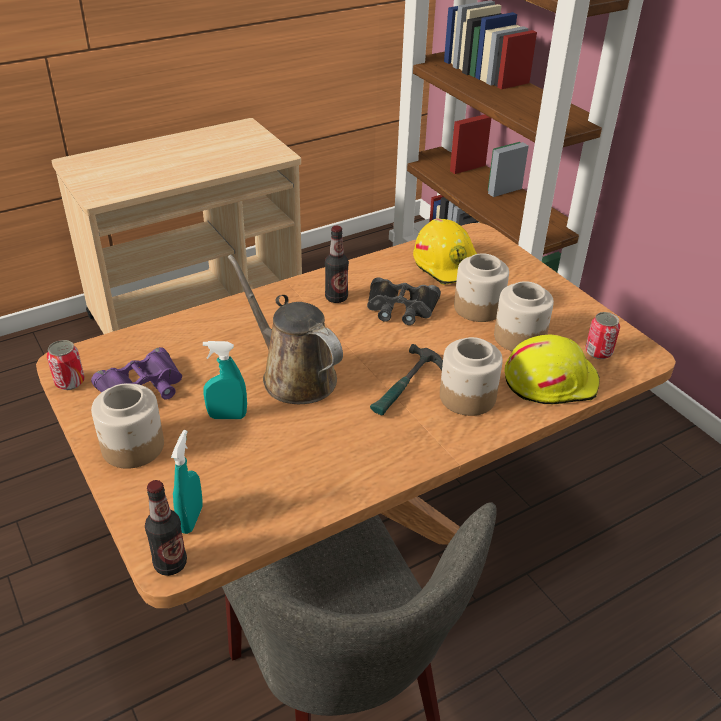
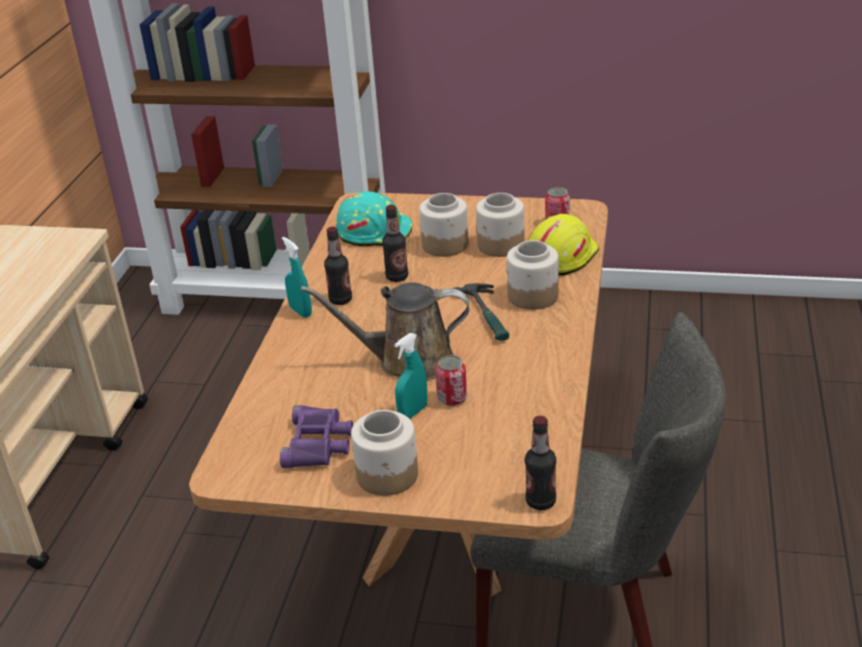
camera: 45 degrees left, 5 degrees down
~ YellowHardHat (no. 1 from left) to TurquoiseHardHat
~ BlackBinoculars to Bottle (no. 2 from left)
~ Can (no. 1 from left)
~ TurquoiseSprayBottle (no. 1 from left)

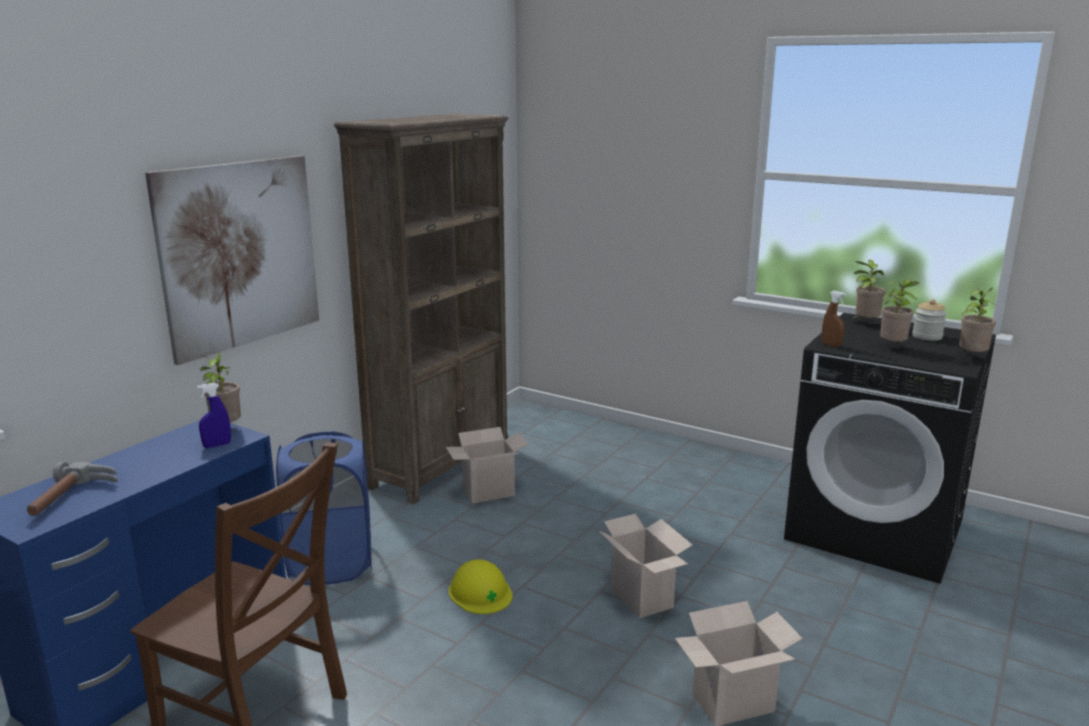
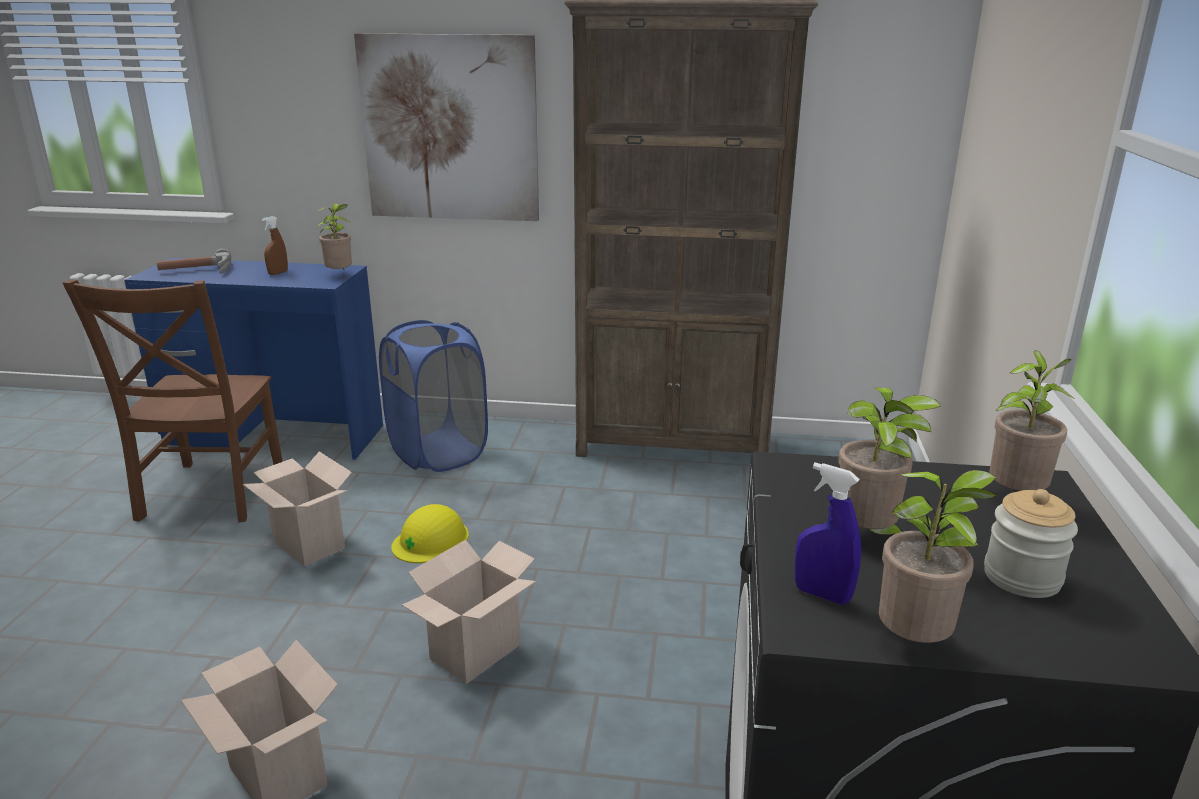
camera: 65 degrees right, 5 degrees up
~ BrownSprayBottle
~ BlueSprayBottle
~ CardboardBox (no. 1 from left in the first image) to CardboardBox (no. 2 from left)

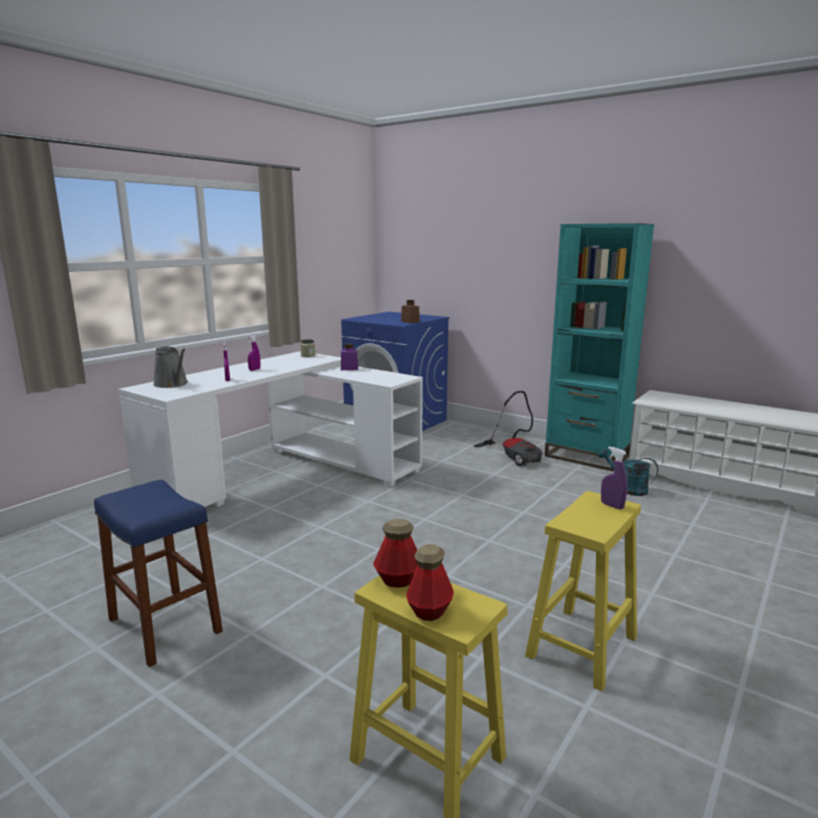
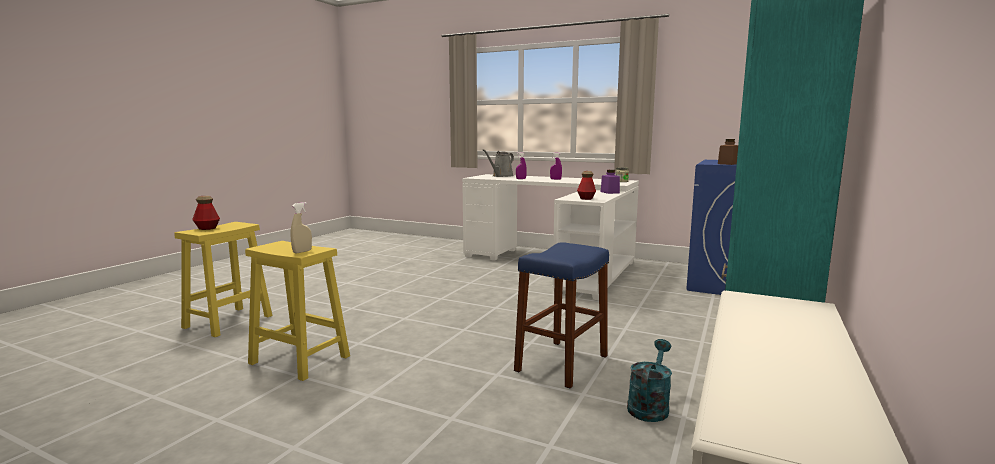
camera: 80 degrees right, 5 degrees down
- VacuumCleaner
~ PurpleSprayBottle (no. 3 from left) to BeigeSprayBottle
~ BlueStool
~ Bottle (no. 1 from left in the first image) to Bottle (no. 2 from left)

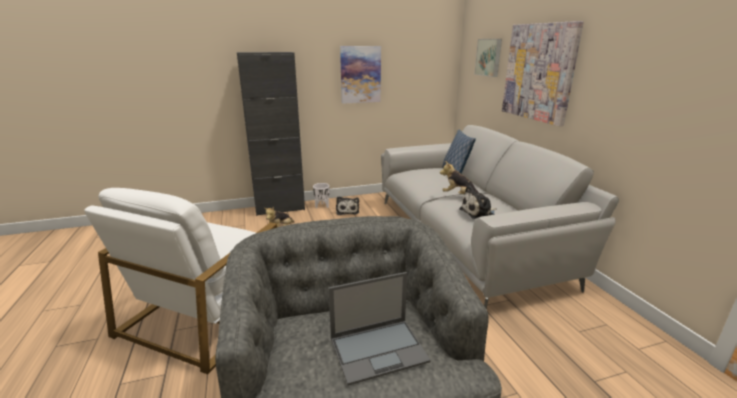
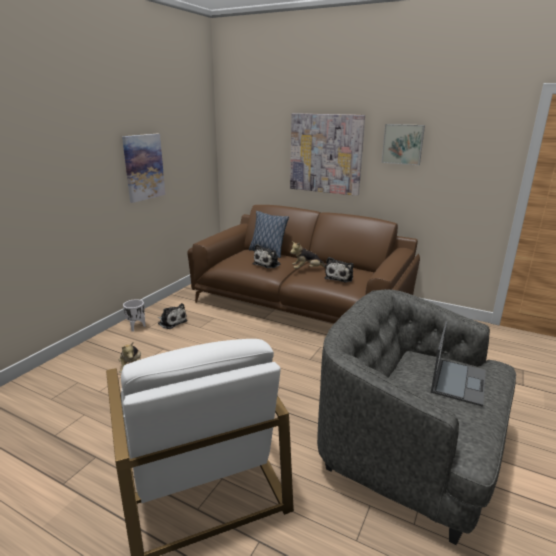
camera: 45 degrees left, 0 degrees up
~ Picture (no. 2 from left in the first image) to Picture (no. 3 from left)
- BlackCabinet
~ GreySofa to BrownSofa
+ PlushToy (no. 3 from left)

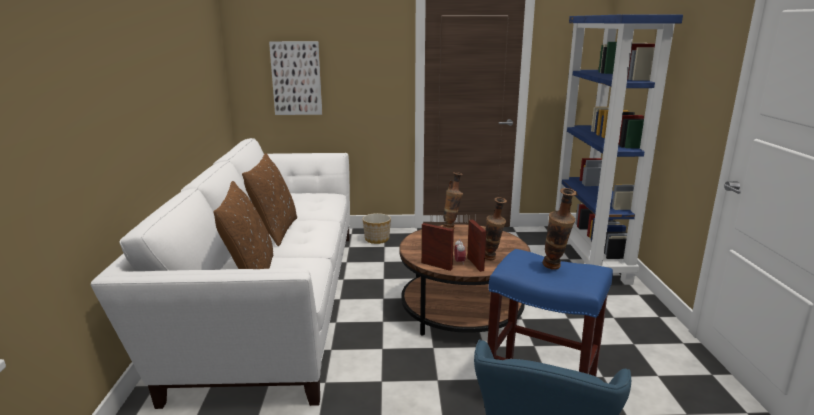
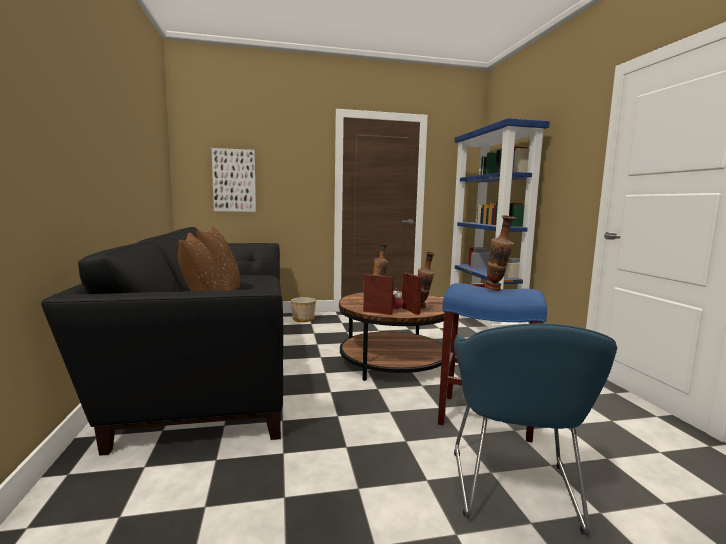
camera: 10 degrees left, 10 degrees down
~ WhiteSofa to BlackSofa

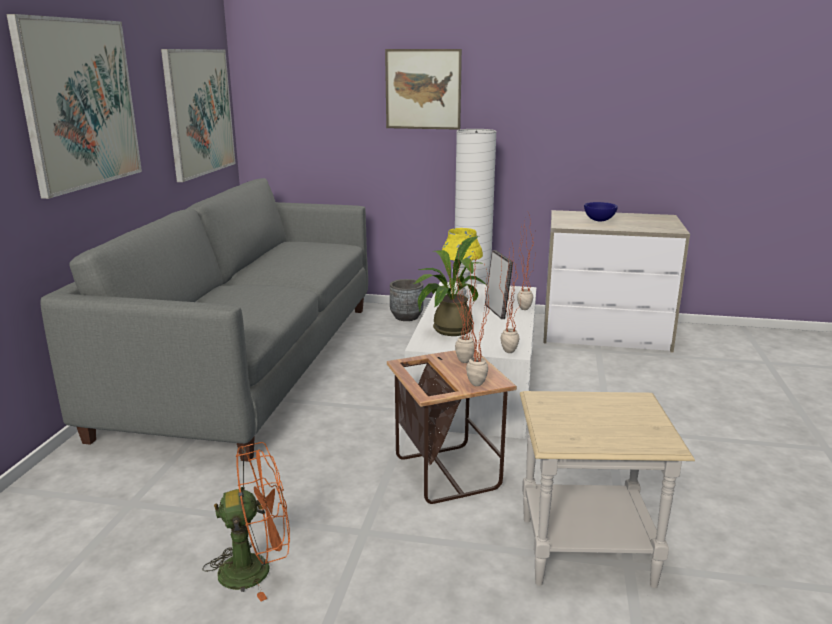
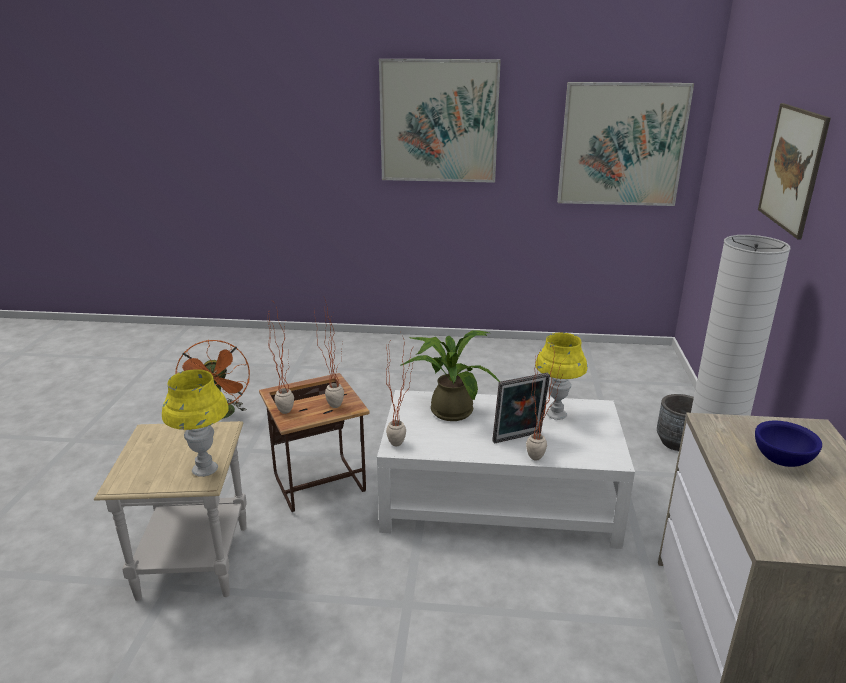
camera: 85 degrees right, 5 degrees up
- GreySofa
+ YellowTableLamp (no. 1 from left)

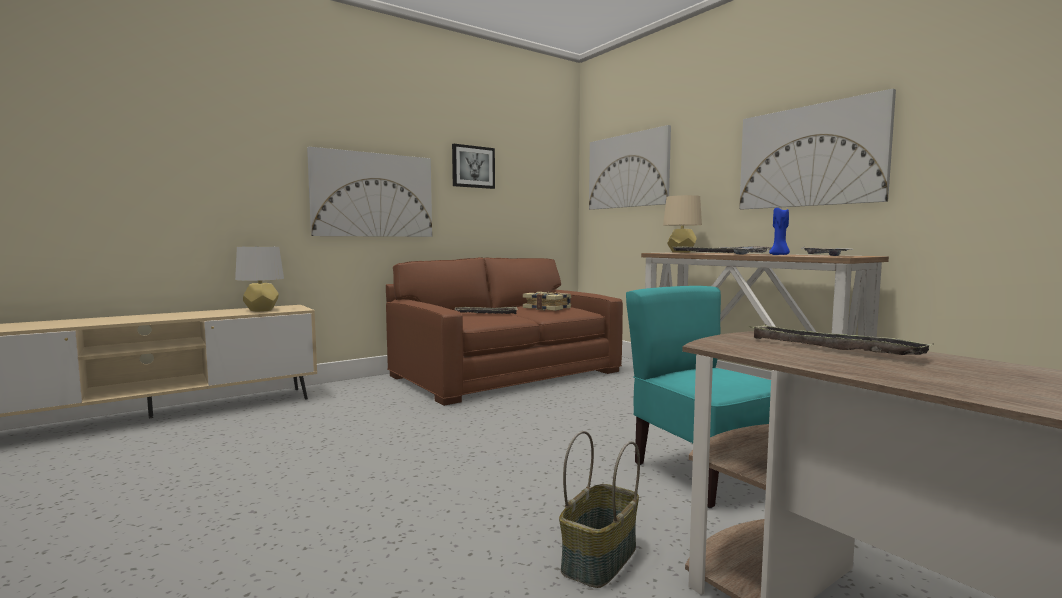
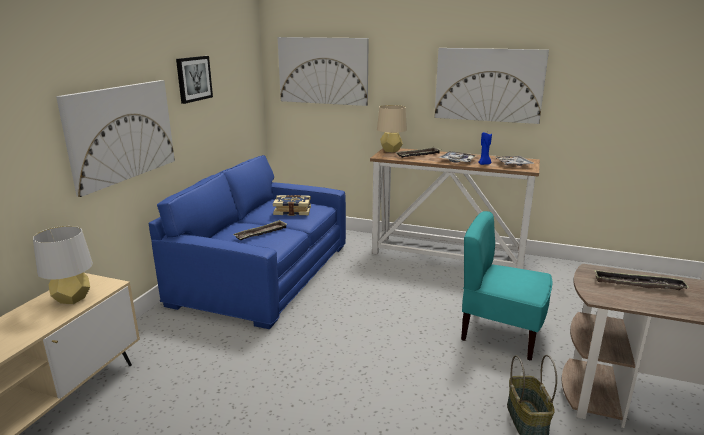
camera: 35 degrees left, 15 degrees up
~ BrownSofa to BlueSofa

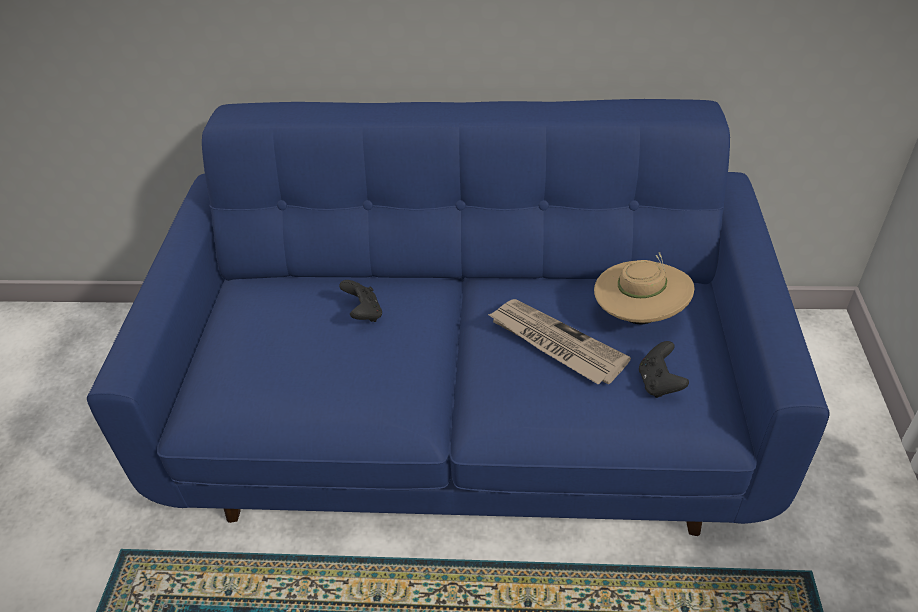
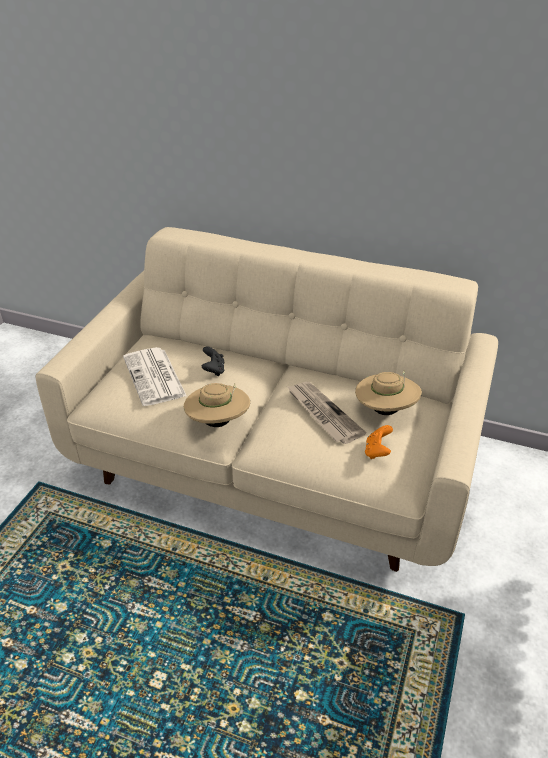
camera: 15 degrees right, 5 degrees down
~ BlueSofa to BeigeSofa
~ BlackGameController (no. 2 from left) to OrangeGameController
+ Newspaper (no. 1 from left)
+ BeigeHat (no. 1 from left)

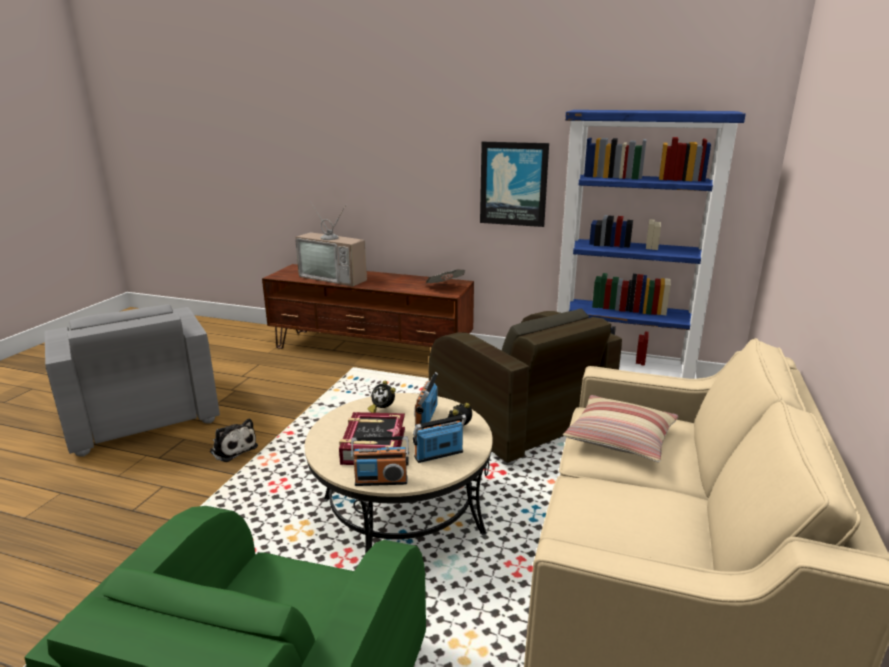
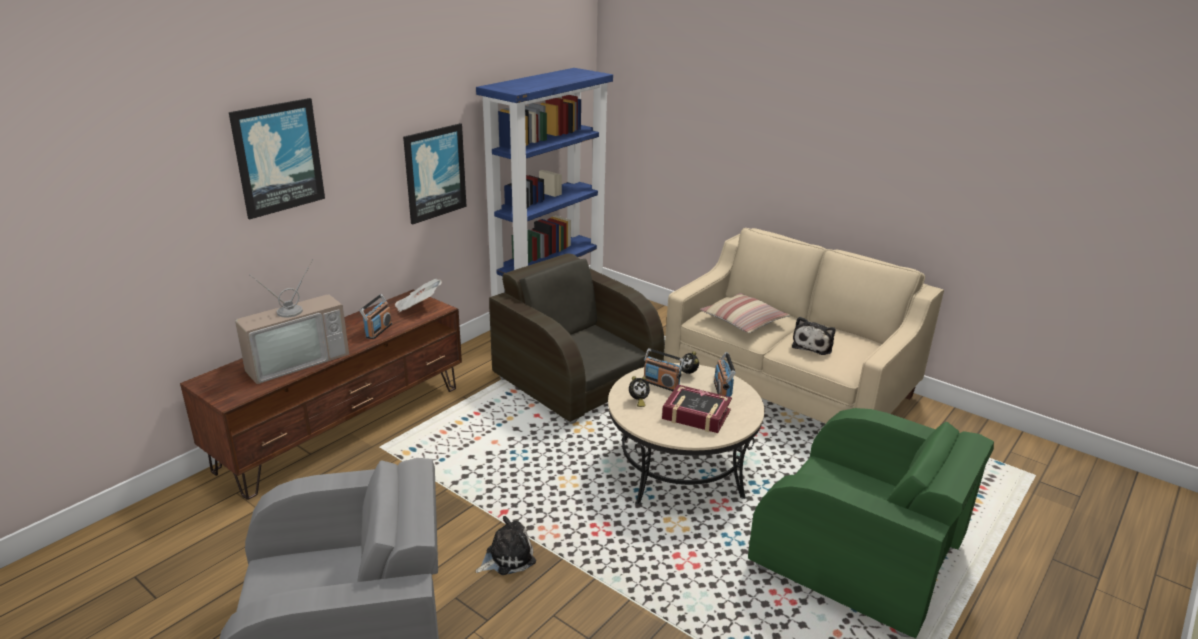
camera: 70 degrees left, 5 degrees up
~ BrownArmchair 120 degrees counterclockwise
~ Radio (no. 1 from left)
+ Picture (no. 1 from left)
+ PlushToy (no. 2 from left)

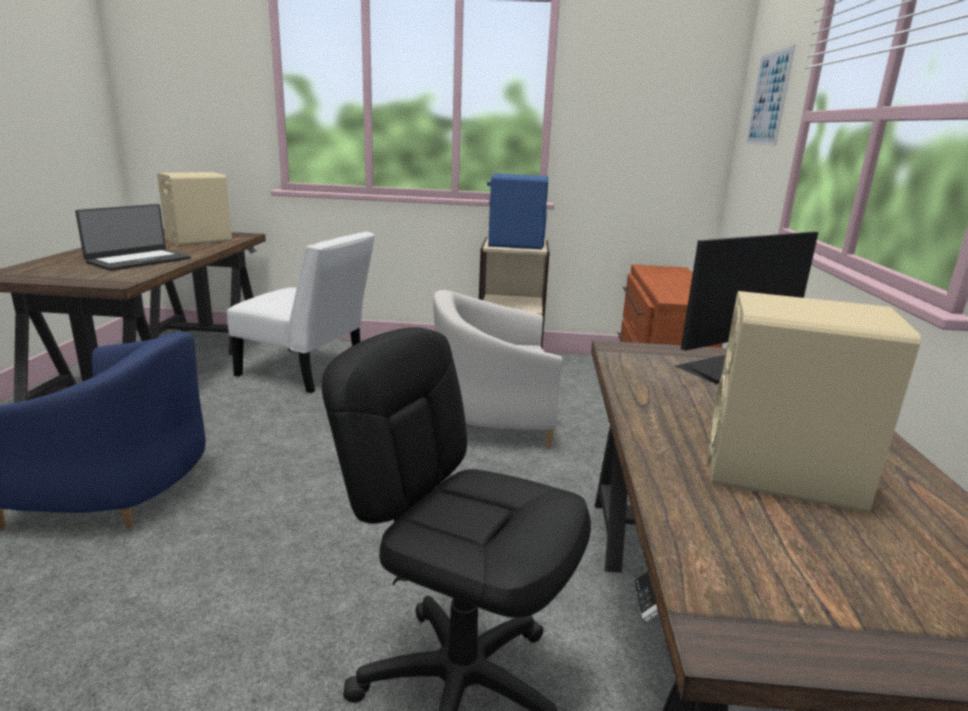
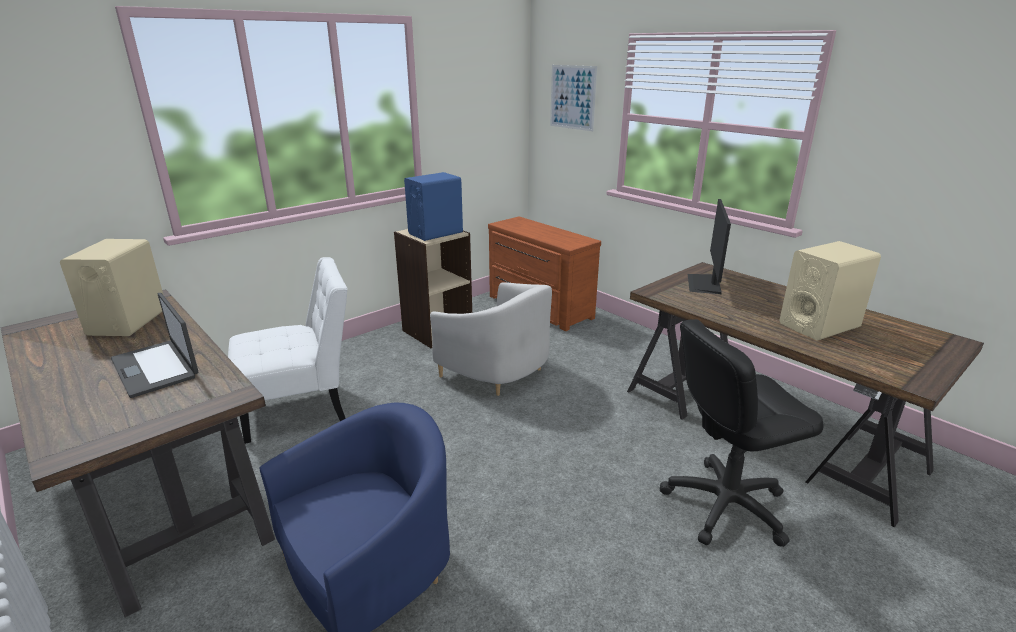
camera: 45 degrees left, 5 degrees up
~ Laptop 150 degrees clockwise
~ WhiteArmchair 90 degrees counterclockwise

